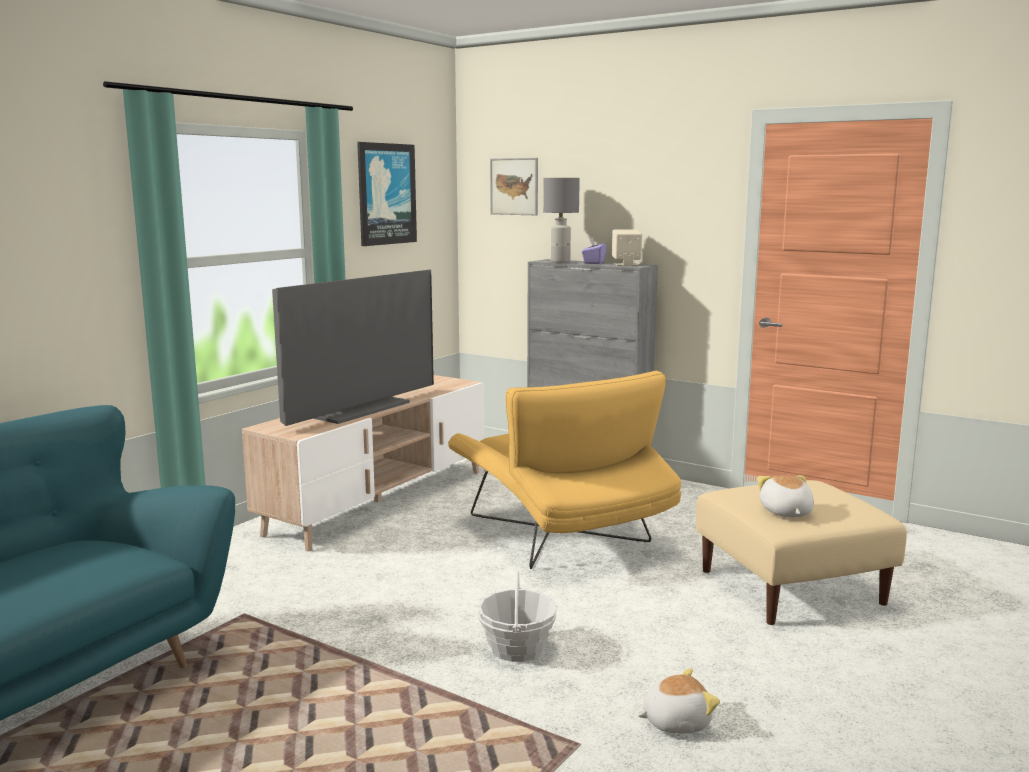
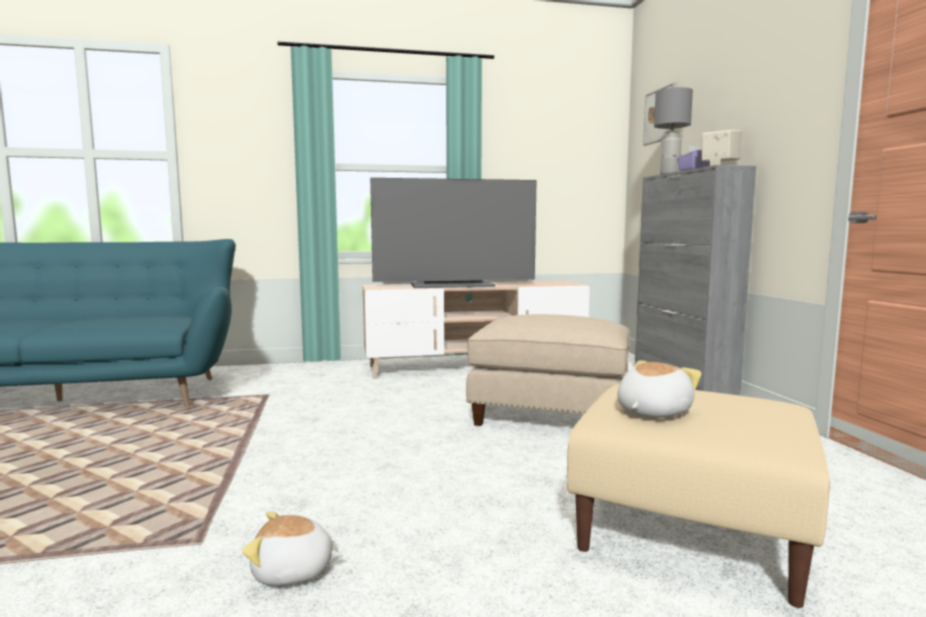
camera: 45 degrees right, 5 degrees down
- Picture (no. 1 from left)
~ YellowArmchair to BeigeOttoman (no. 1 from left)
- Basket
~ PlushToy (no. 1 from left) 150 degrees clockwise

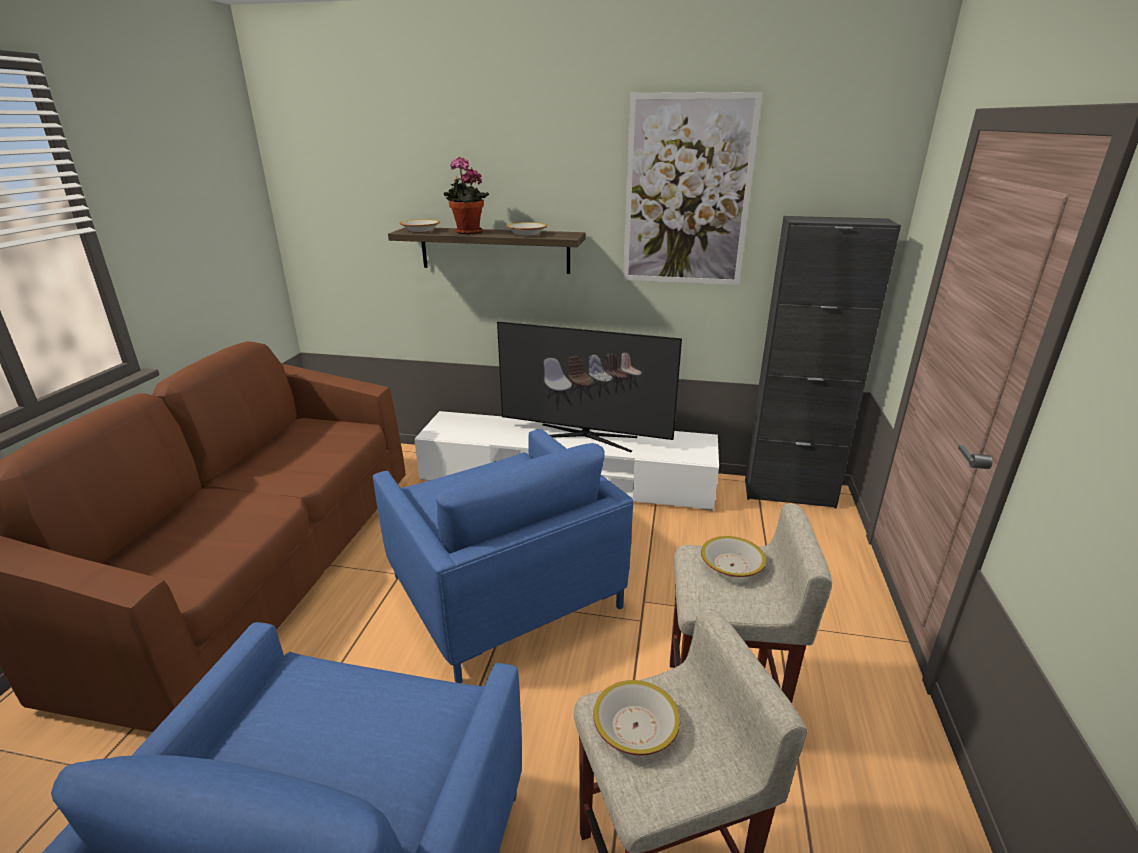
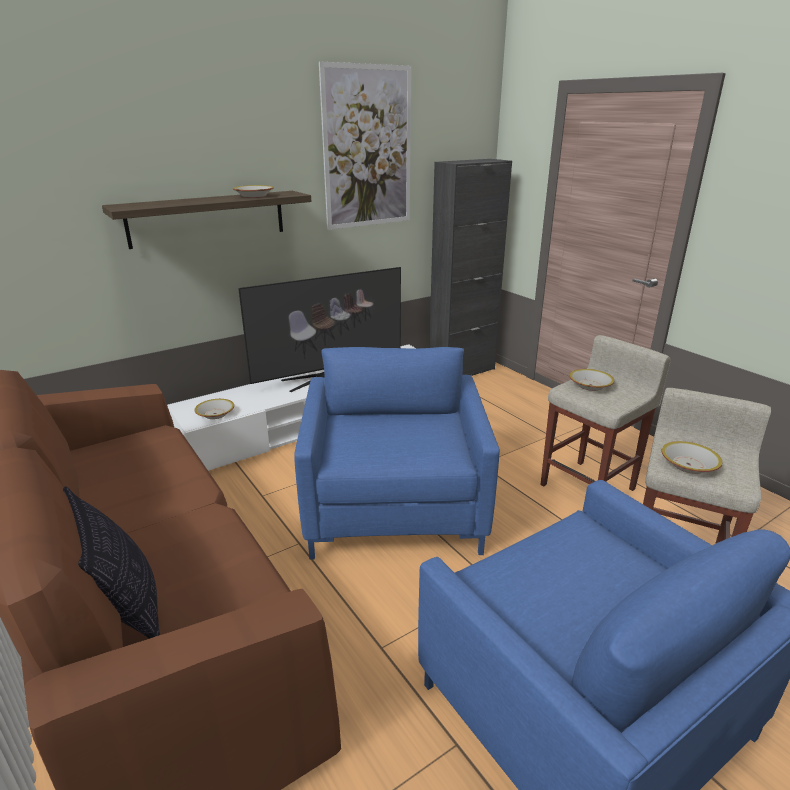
camera: 45 degrees left, 0 degrees up
- PottedPlant
~ Bowl (no. 1 from left)
~ BlueArmchair (no. 2 from left in the first image) 105 degrees counterclockwise
+ Pillow

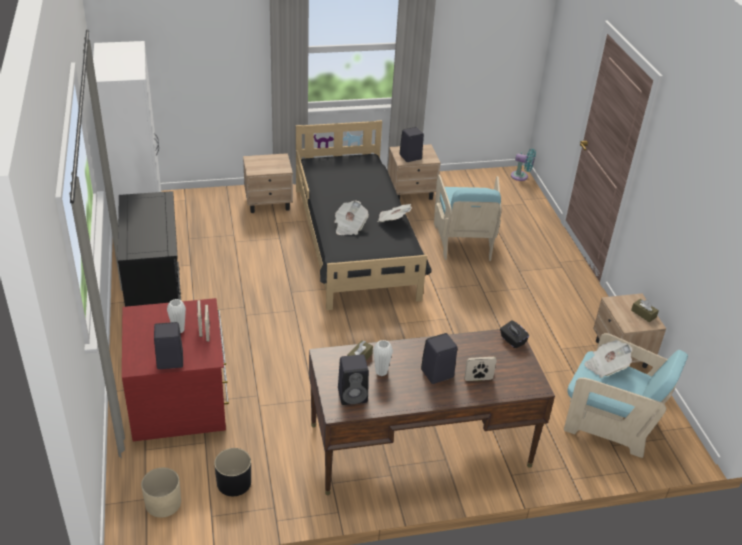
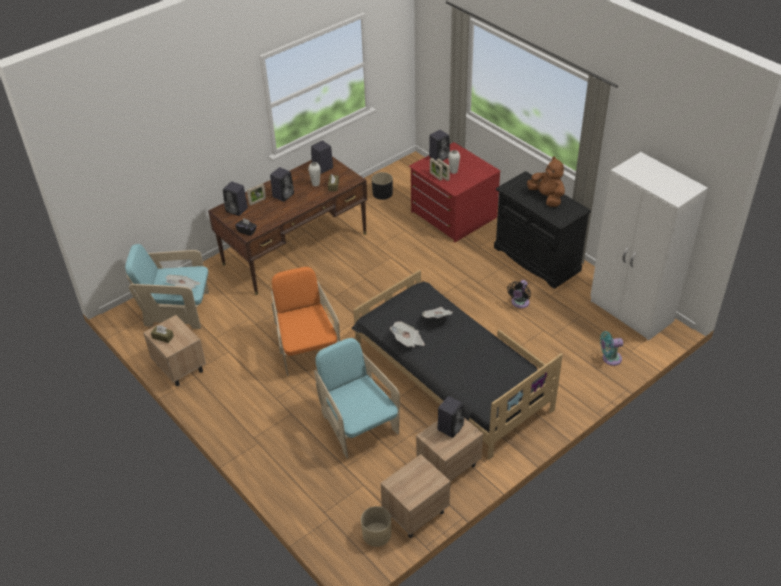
camera: 155 degrees right, 5 degrees up
~ TurquoiseFan
~ BeigeNightstand (no. 1 from left in the first image) to BeigeNightstand (no. 2 from left)
~ BeigePlanter
+ BrownPlushToy
+ BlackSpeaker (no. 1 from left)
+ OrangeArmchair
+ BlackFan

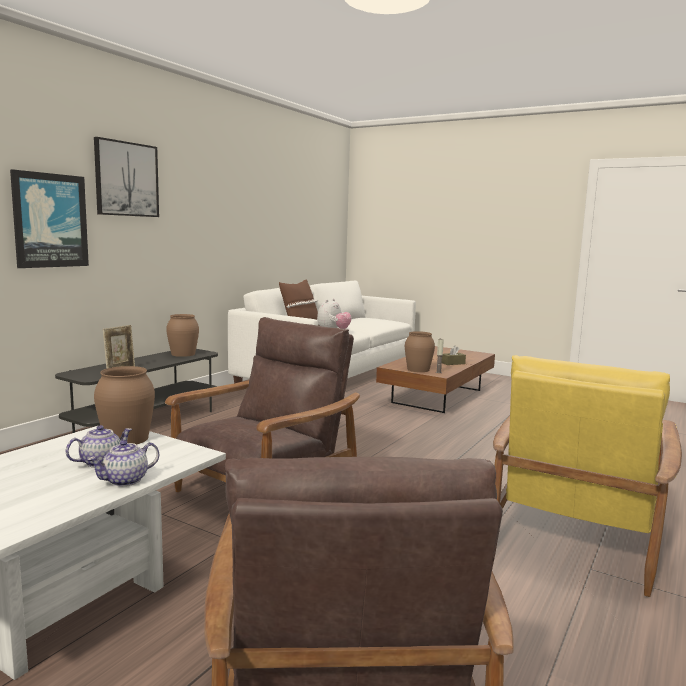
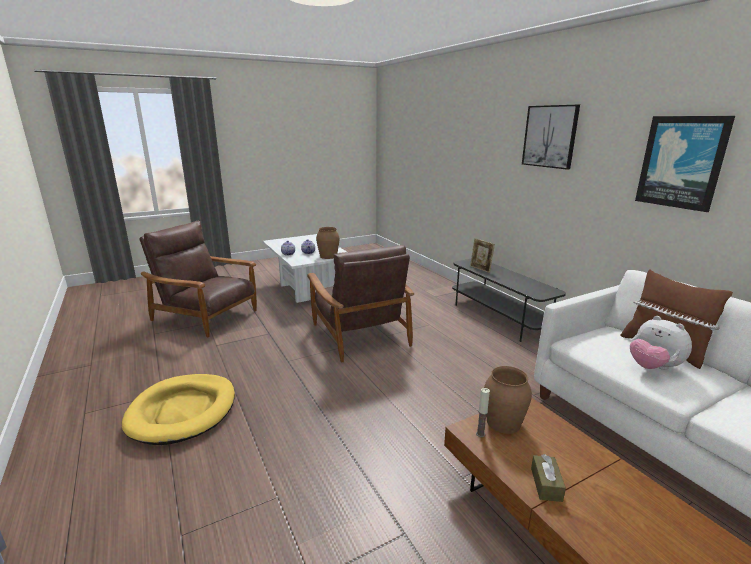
camera: 120 degrees right, 10 degrees up
~ Picture (no. 1 from left in the first image) to Picture (no. 2 from left)
- BrownVase (no. 2 from left)
~ YellowArmchair to YellowDogBed

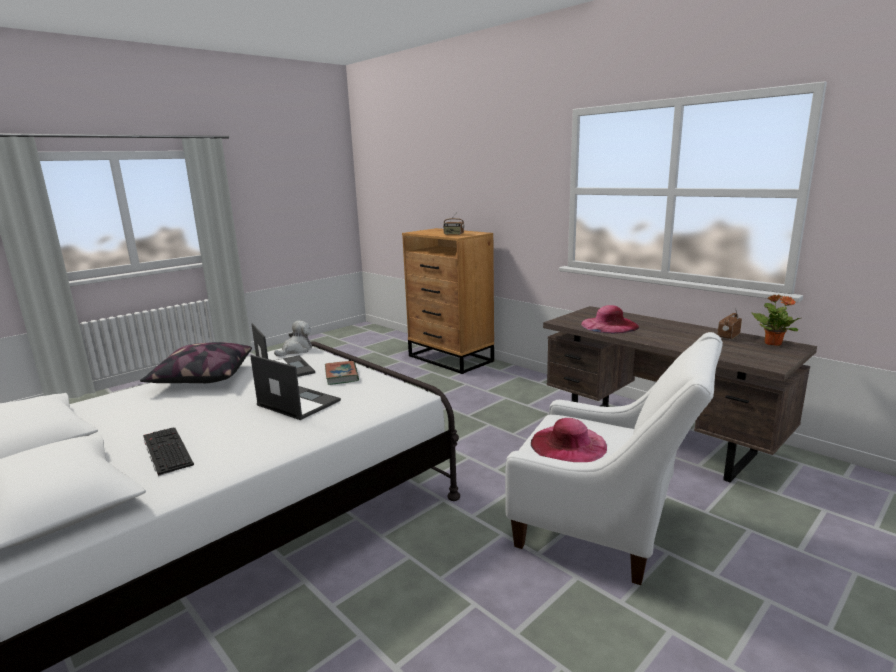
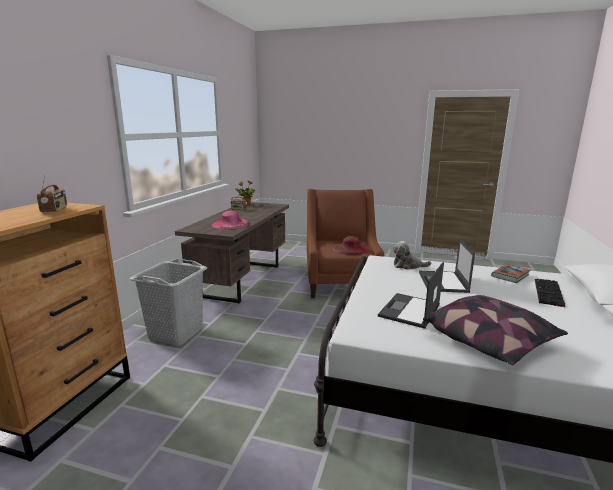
camera: 120 degrees left, 0 degrees up
~ PlushToy
~ WhiteArmchair to BrownArmchair
~ Book
~ PinkHat (no. 1 from left) to BrownHat
+ GreyLaundryBasket

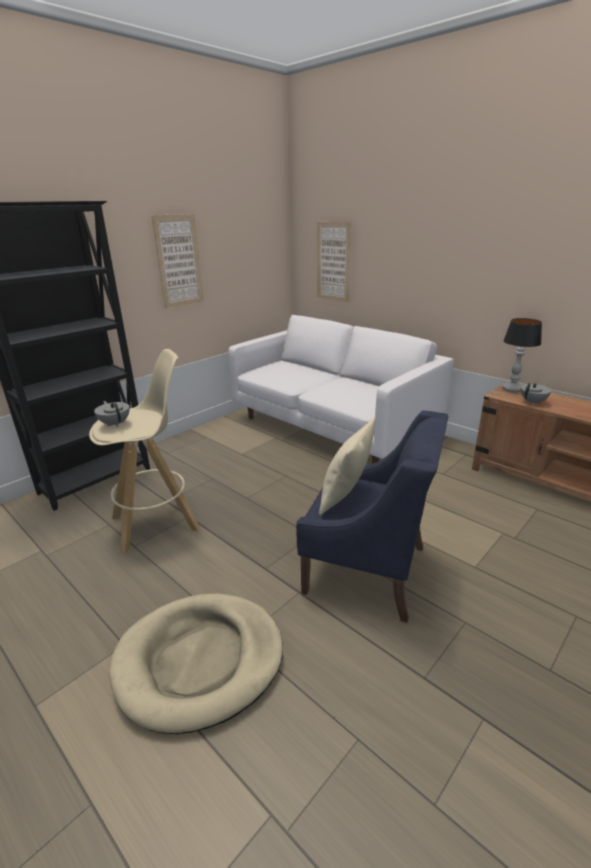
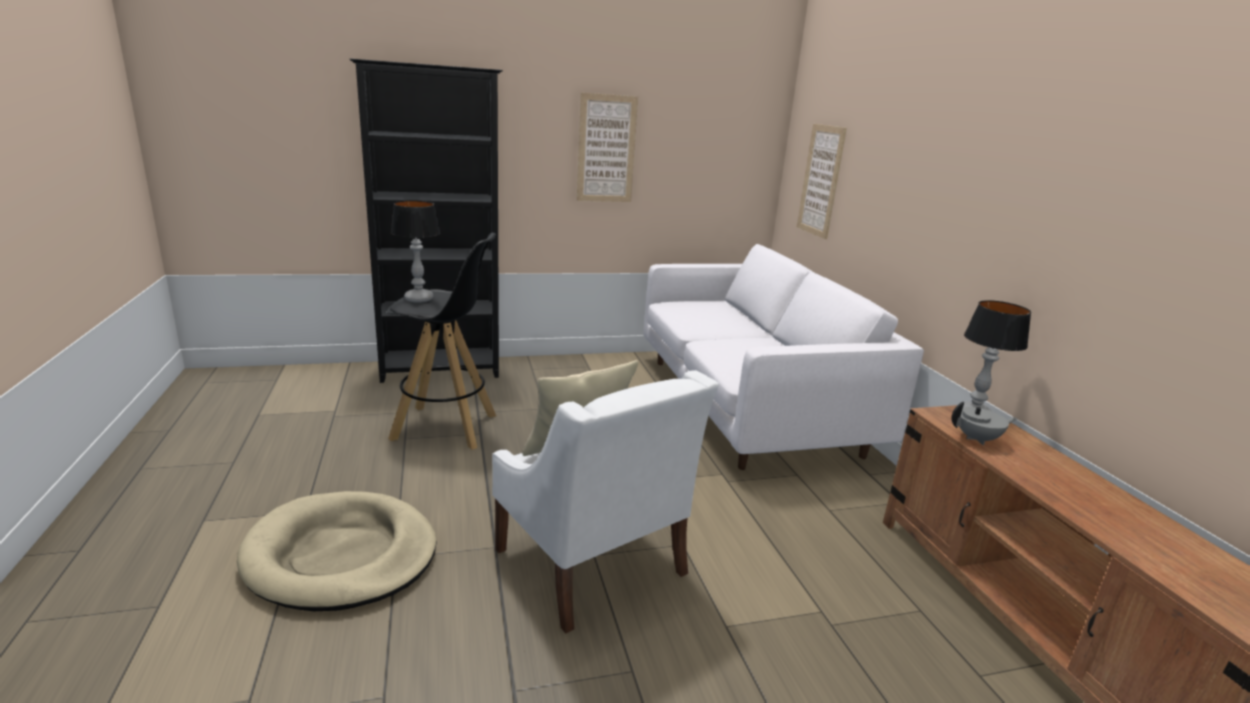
camera: 30 degrees right, 5 degrees down
~ BeigeStool to BlackStool
~ GreyTeapot (no. 1 from left) to TableLamp (no. 1 from left)
~ BlueArmchair to WhiteArmchair

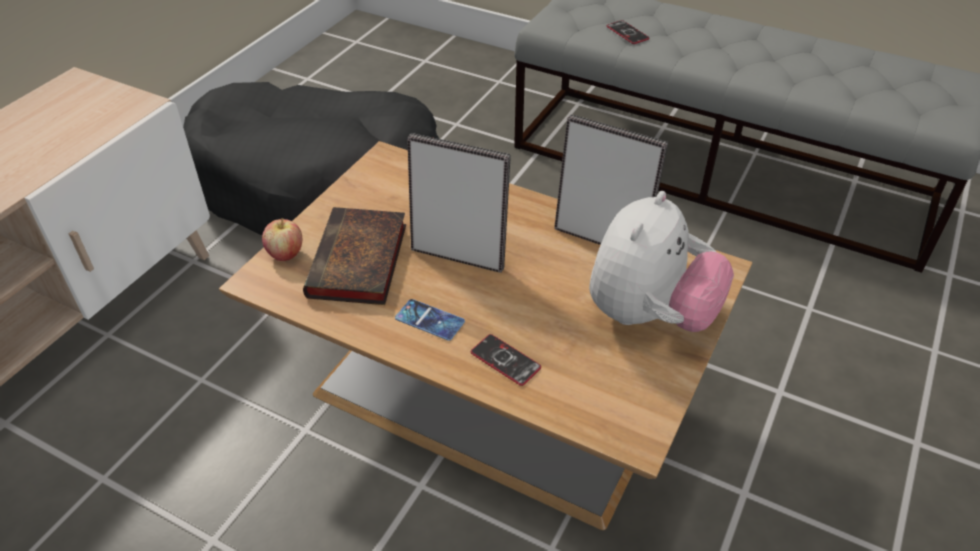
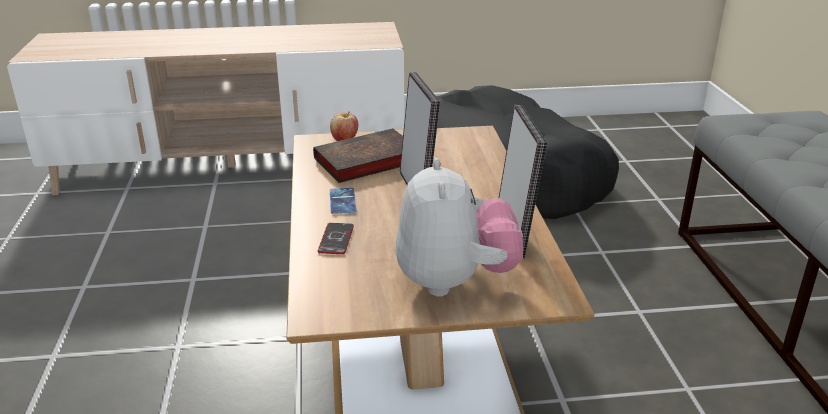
camera: 55 degrees right, 15 degrees down
- Phone (no. 3 from left)
~ PlushToy 90 degrees counterclockwise

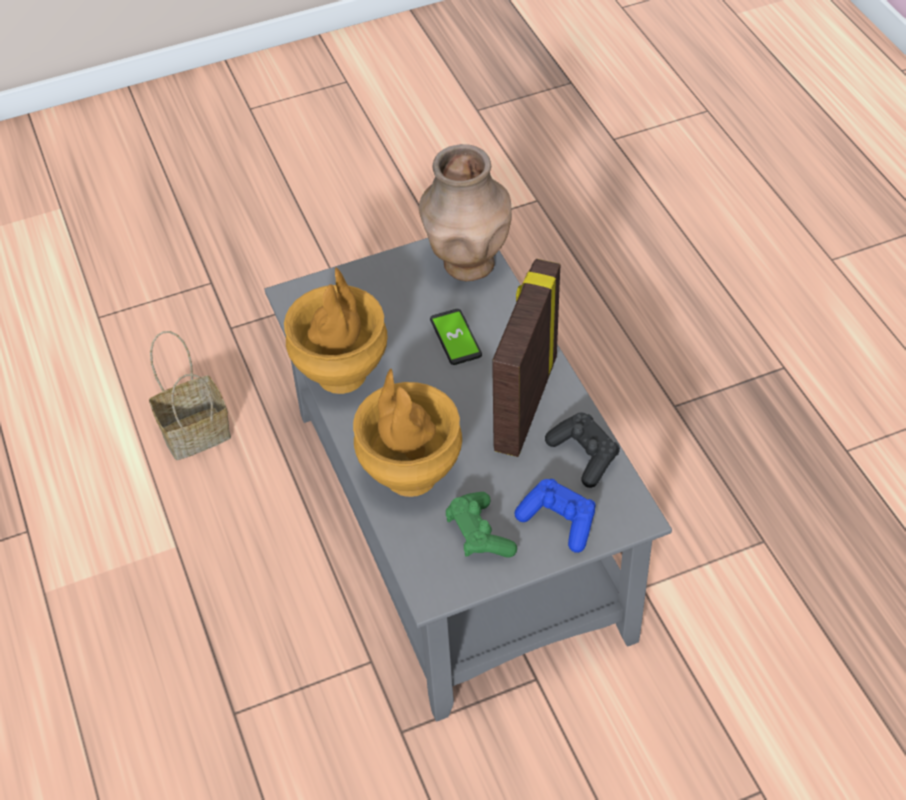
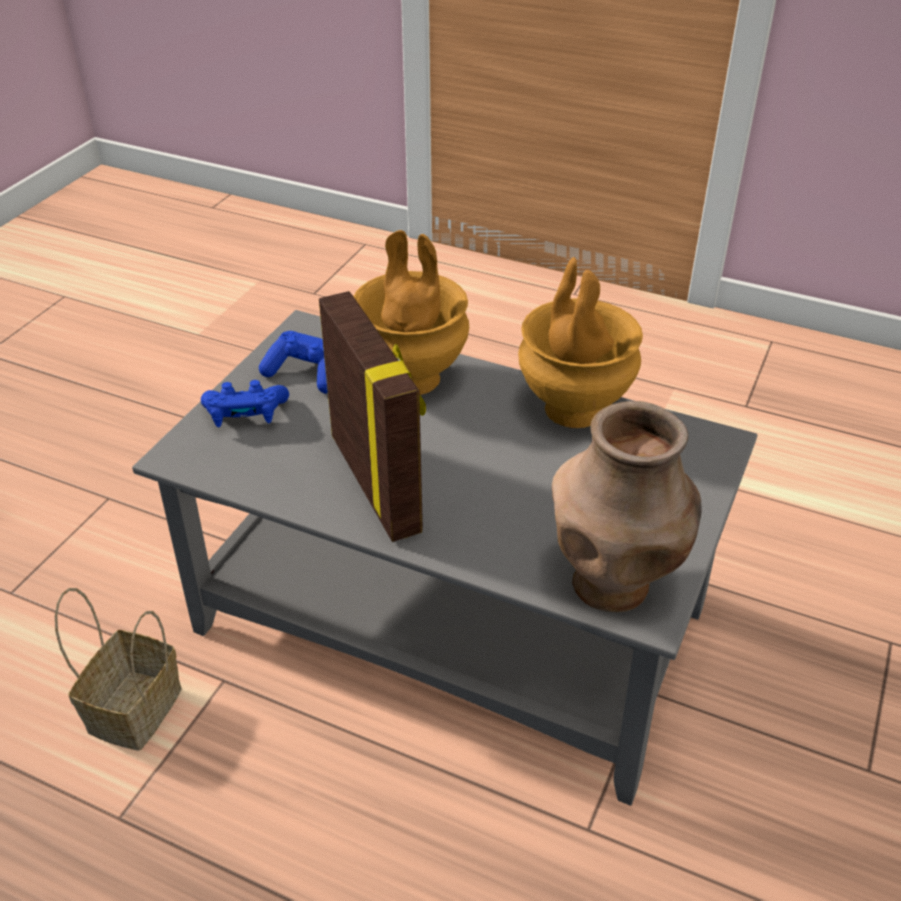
camera: 135 degrees right, 10 degrees down
- Phone
~ Basket
- BlackGameController
~ GreenGameController to BlueGameController (no. 2 from left)

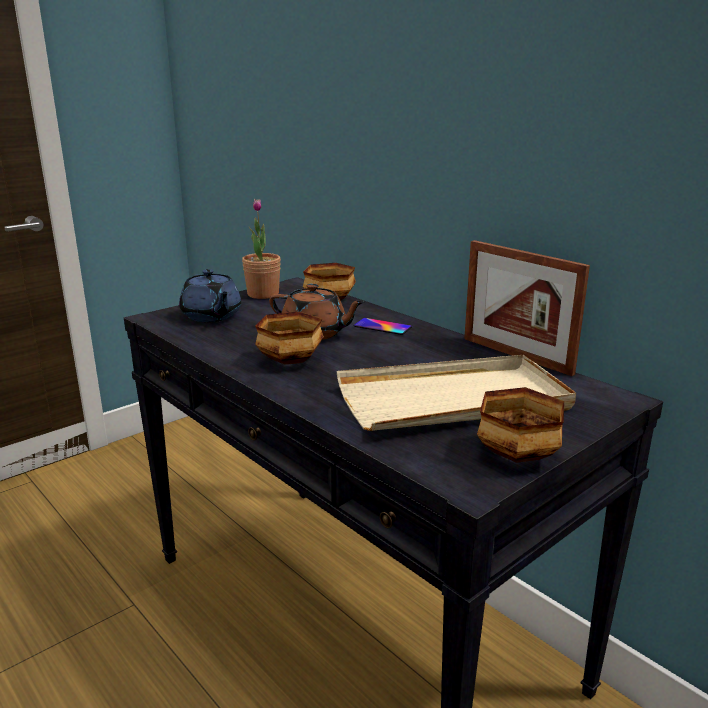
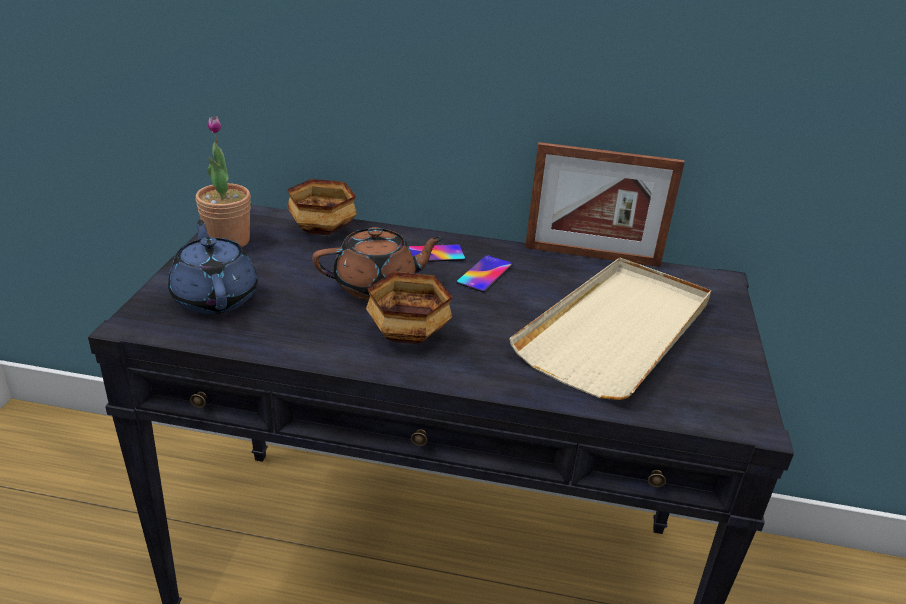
camera: 40 degrees left, 10 degrees up
~ BlueTeapot 135 degrees counterclockwise
- Bowl (no. 3 from left)
+ Phone (no. 2 from left)

